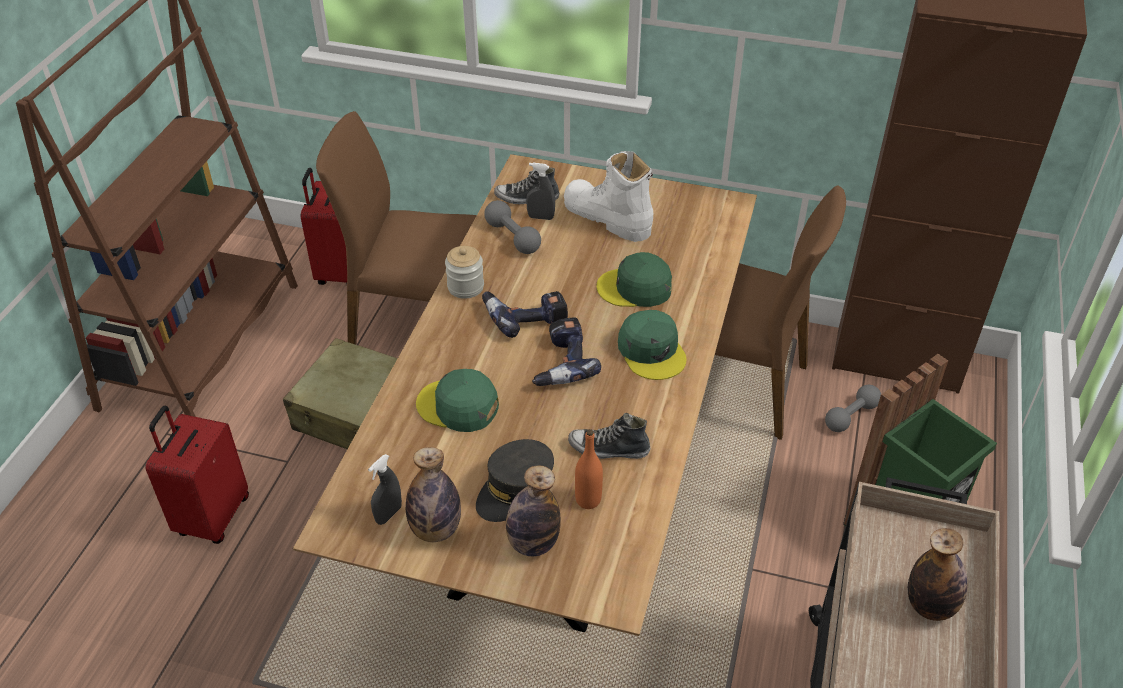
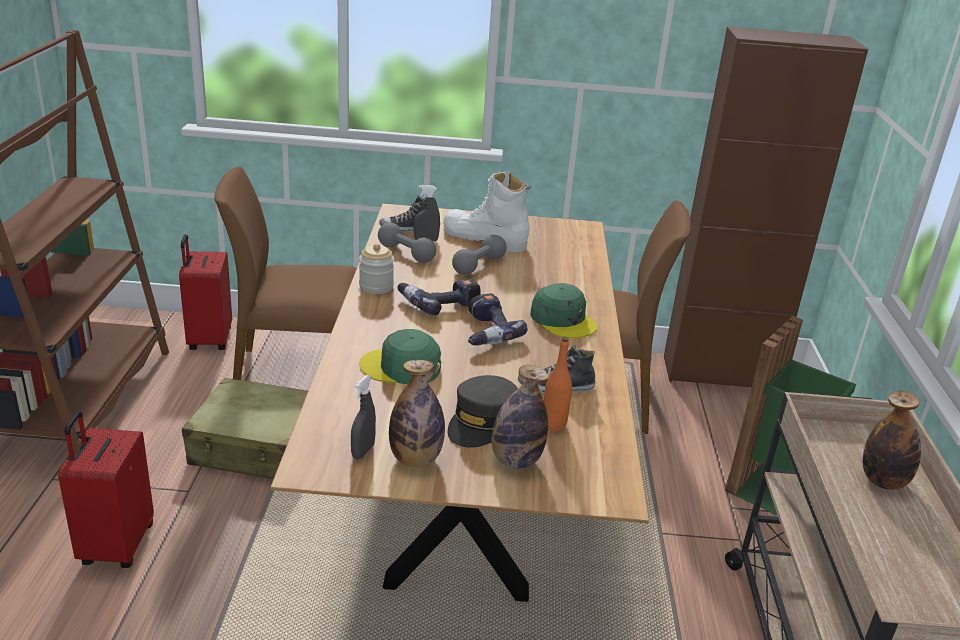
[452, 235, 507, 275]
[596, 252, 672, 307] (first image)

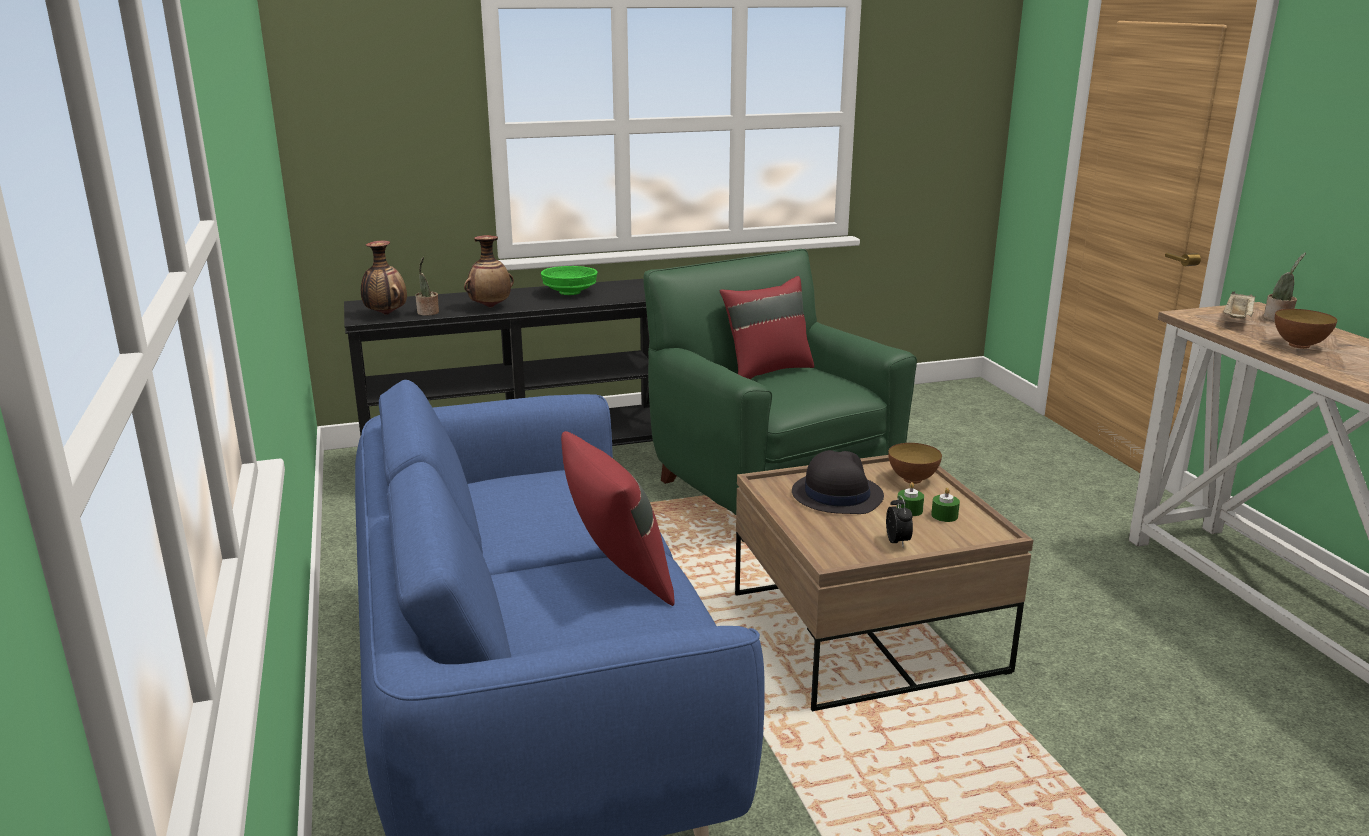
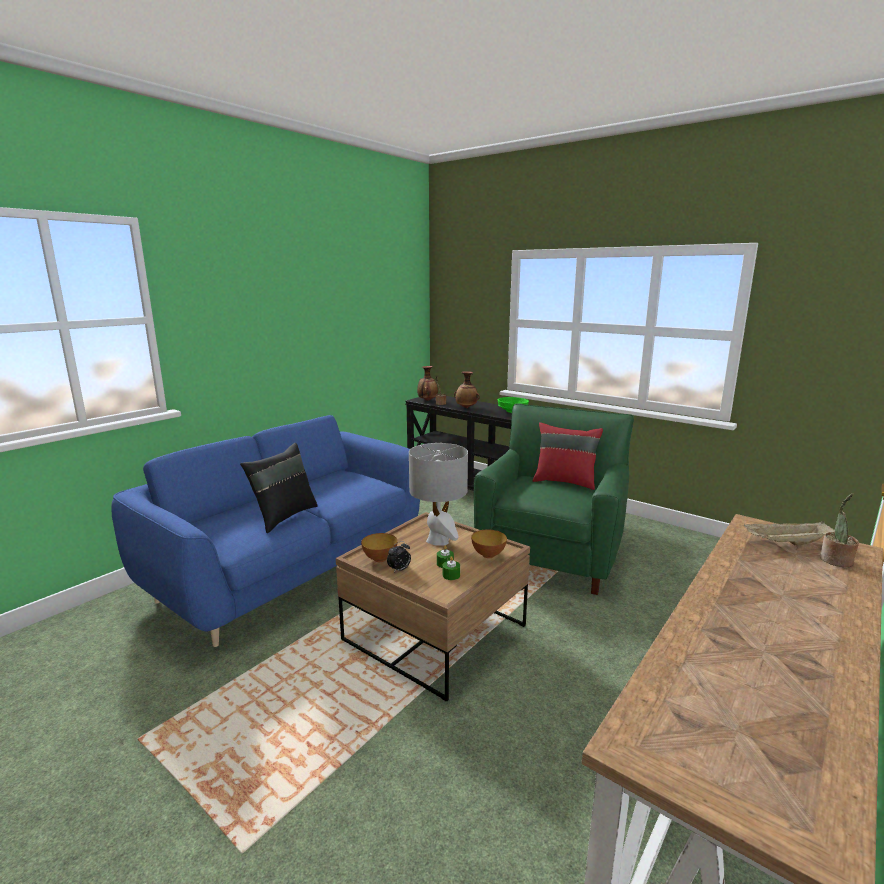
[240, 443, 317, 533]
[361, 533, 398, 562]
[409, 443, 468, 546]

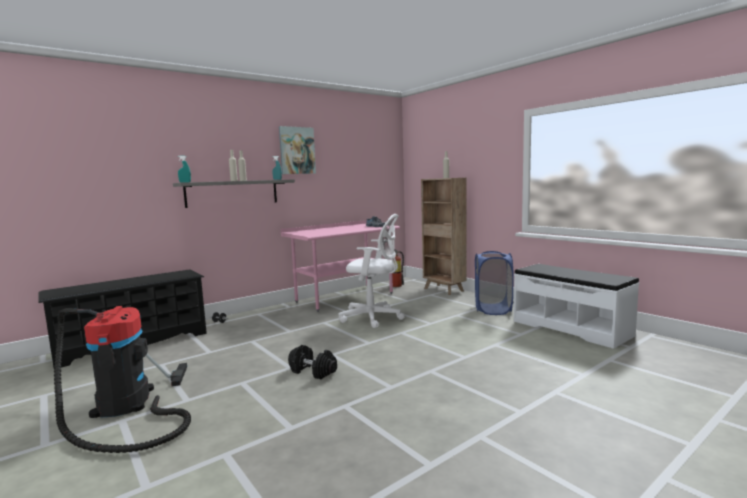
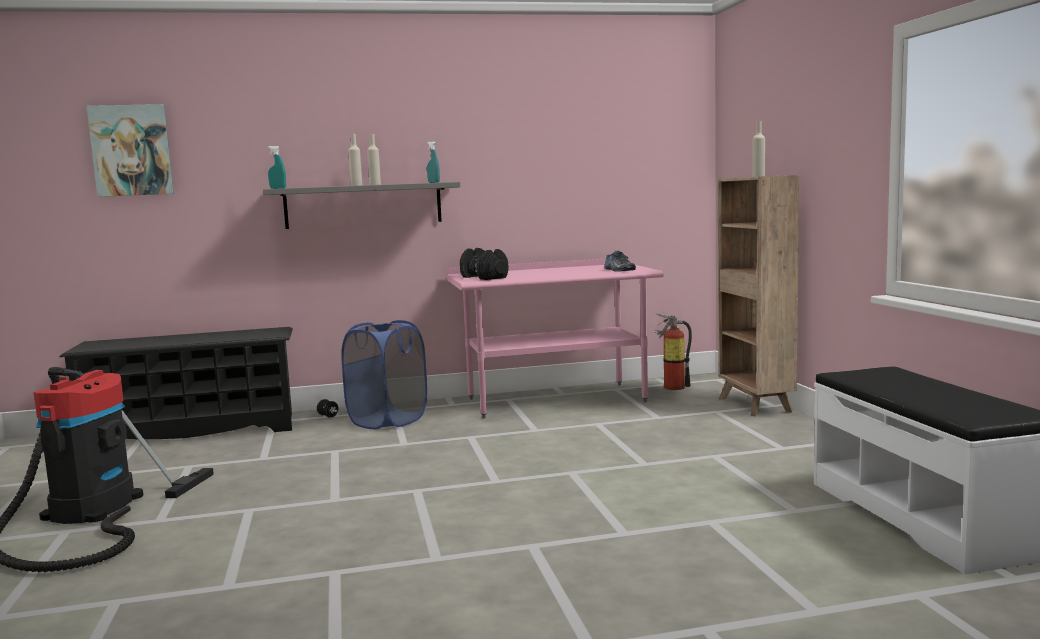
[86, 104, 174, 197]
[341, 320, 427, 429]
[460, 248, 508, 280]
[339, 214, 405, 328] (first image)

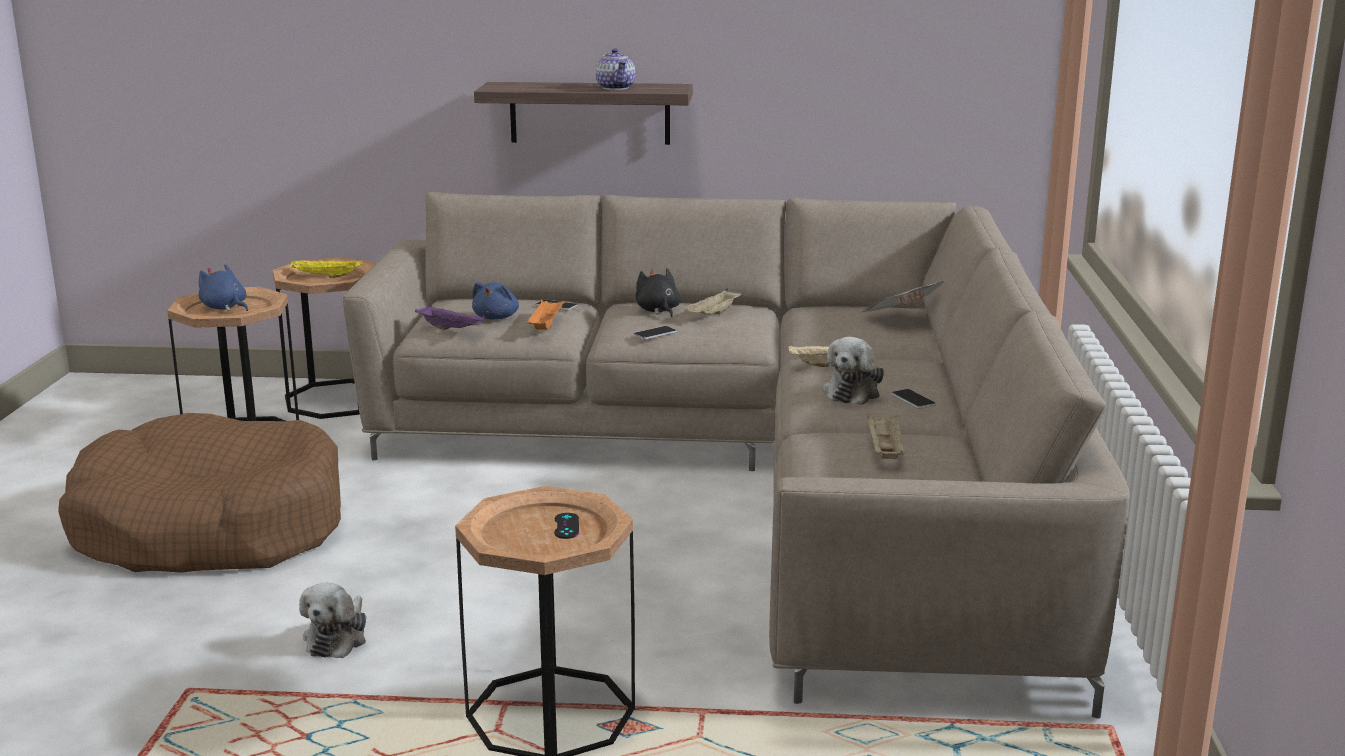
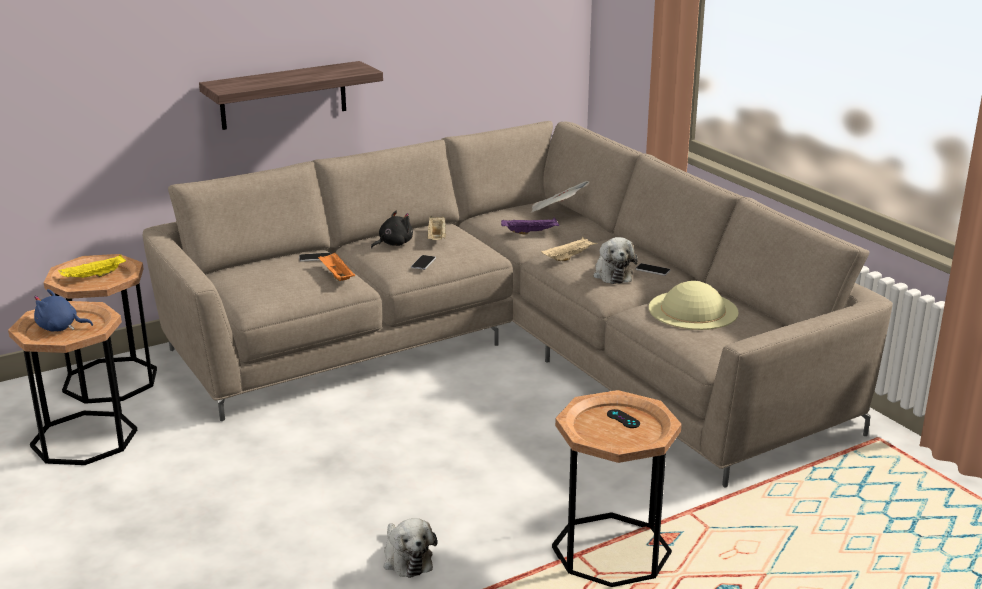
[371, 211, 413, 249]
[501, 218, 560, 235]
[649, 281, 739, 330]
[58, 413, 341, 573] (first image)
[472, 282, 519, 320] (first image)
[595, 48, 635, 90] (first image)

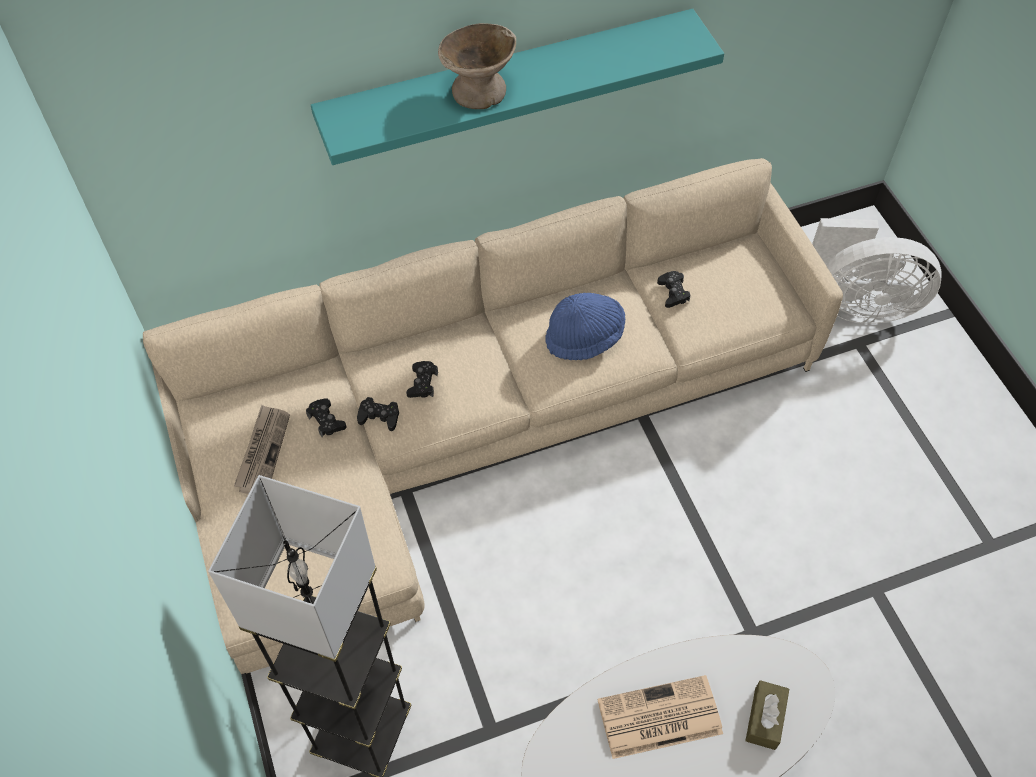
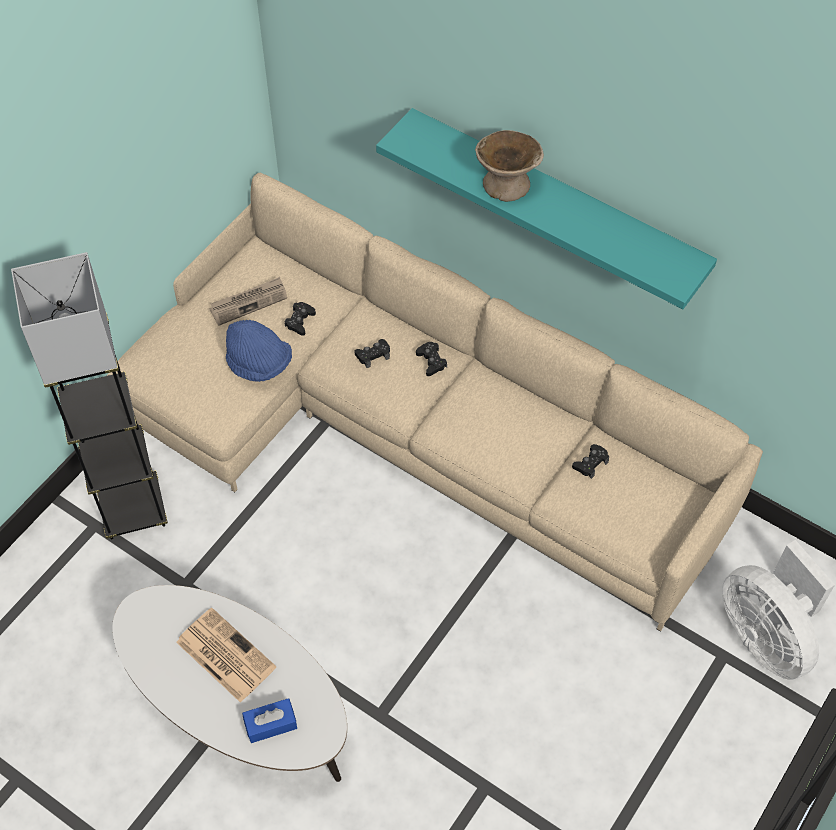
[226, 320, 292, 382]
[242, 698, 297, 743]
[416, 342, 447, 376]

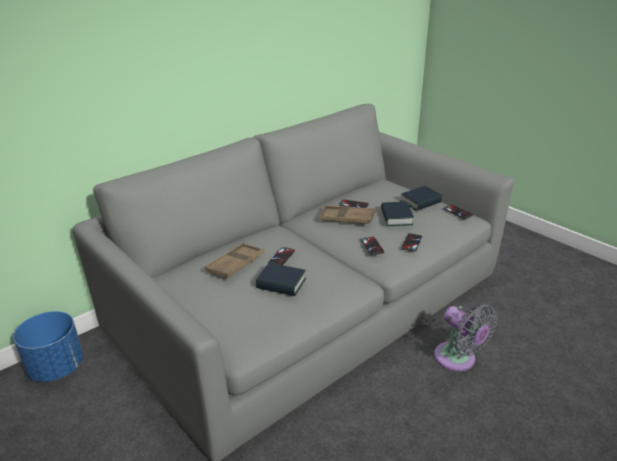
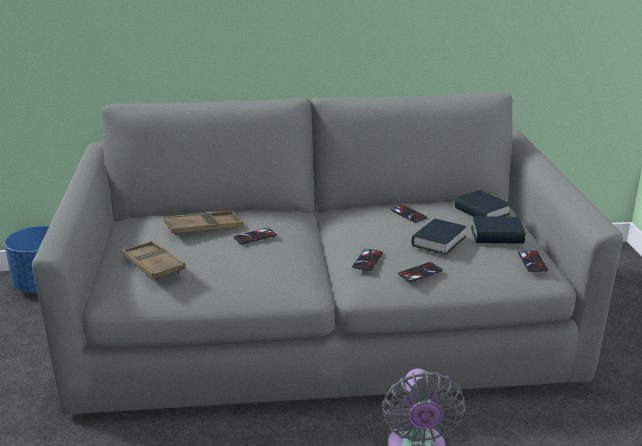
[121, 240, 186, 280]
[454, 190, 511, 217]

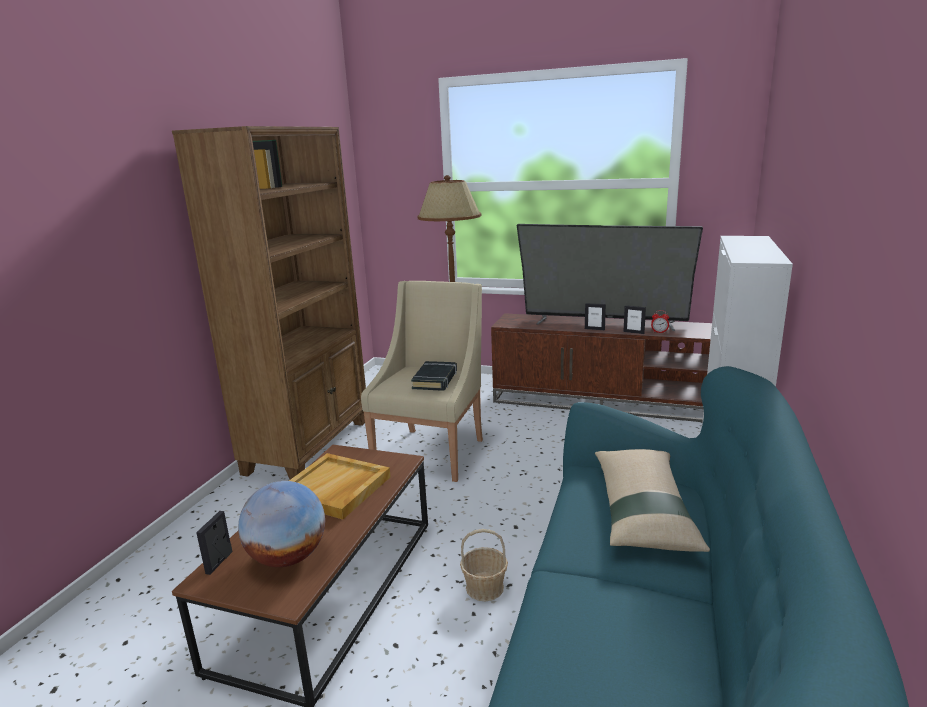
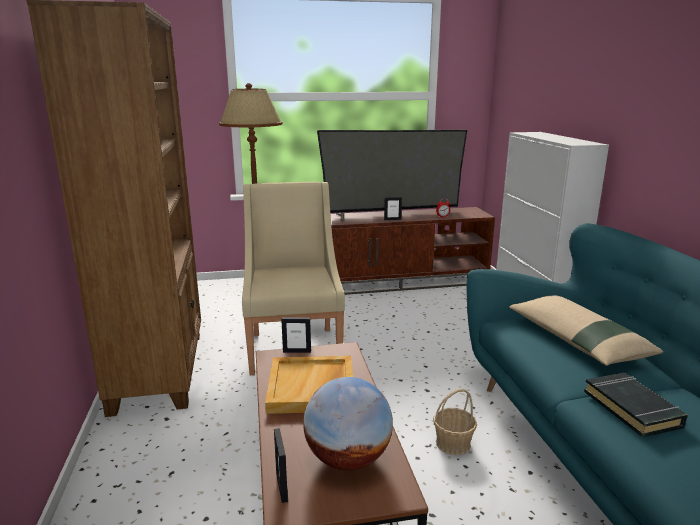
[281, 317, 311, 353]
[584, 373, 688, 437]

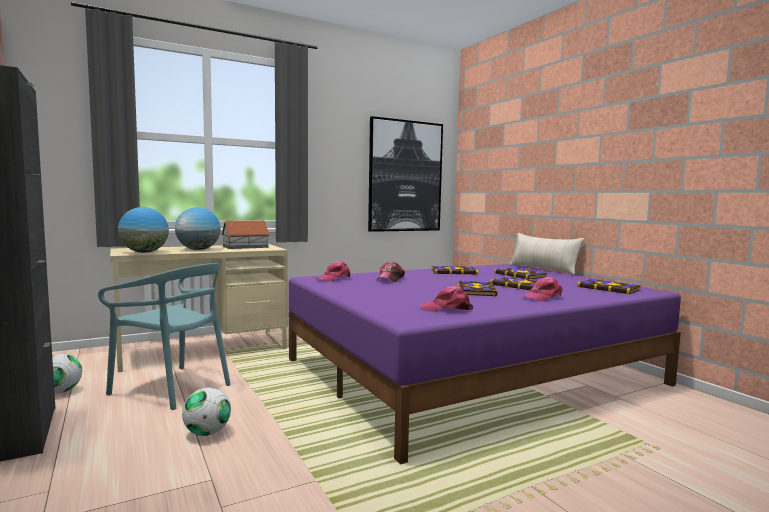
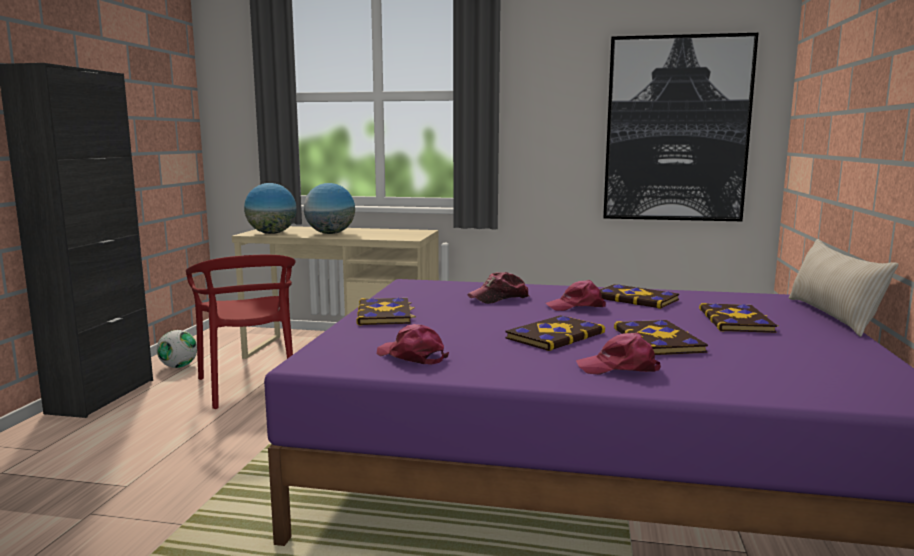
[186, 255, 296, 409]
[357, 298, 416, 325]
[546, 280, 606, 311]
[182, 388, 231, 436] (first image)
[221, 221, 270, 249] (first image)

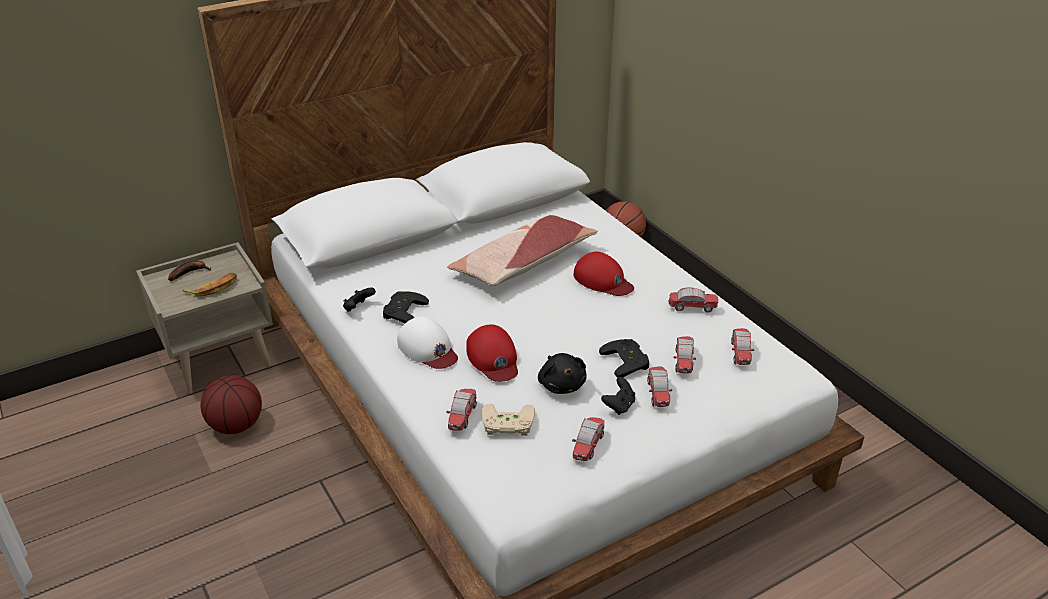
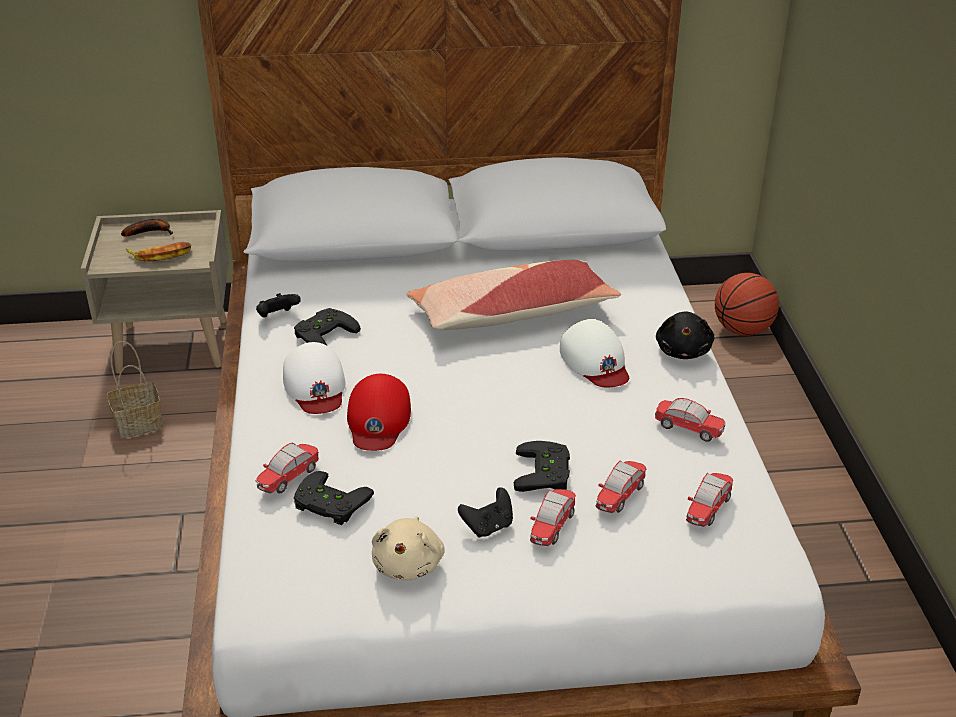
[107, 341, 163, 438]
[294, 471, 374, 525]
[372, 516, 445, 580]
[560, 319, 629, 387]
[656, 311, 714, 359]

